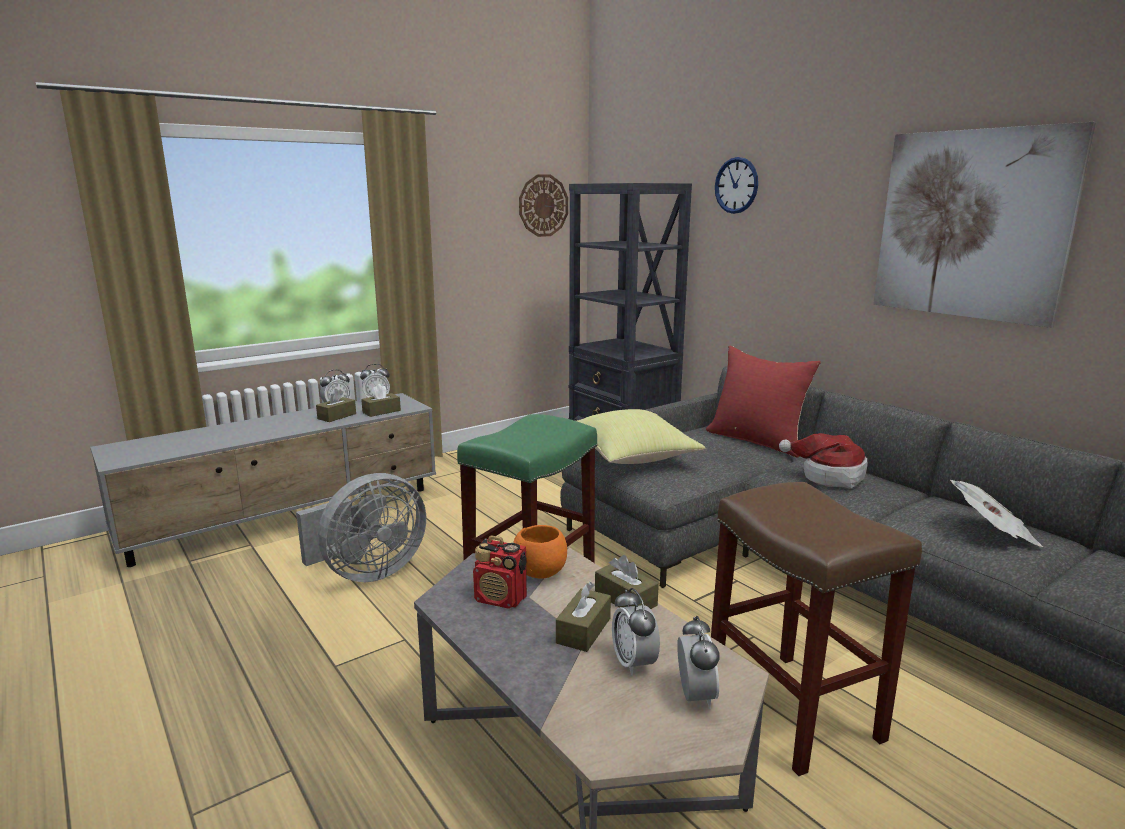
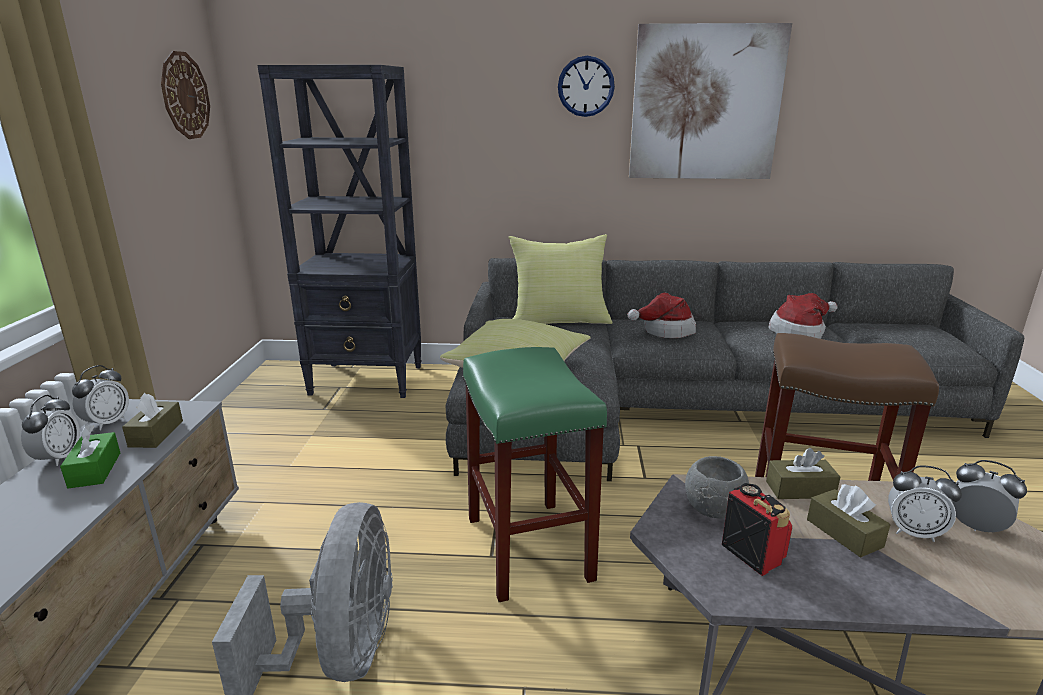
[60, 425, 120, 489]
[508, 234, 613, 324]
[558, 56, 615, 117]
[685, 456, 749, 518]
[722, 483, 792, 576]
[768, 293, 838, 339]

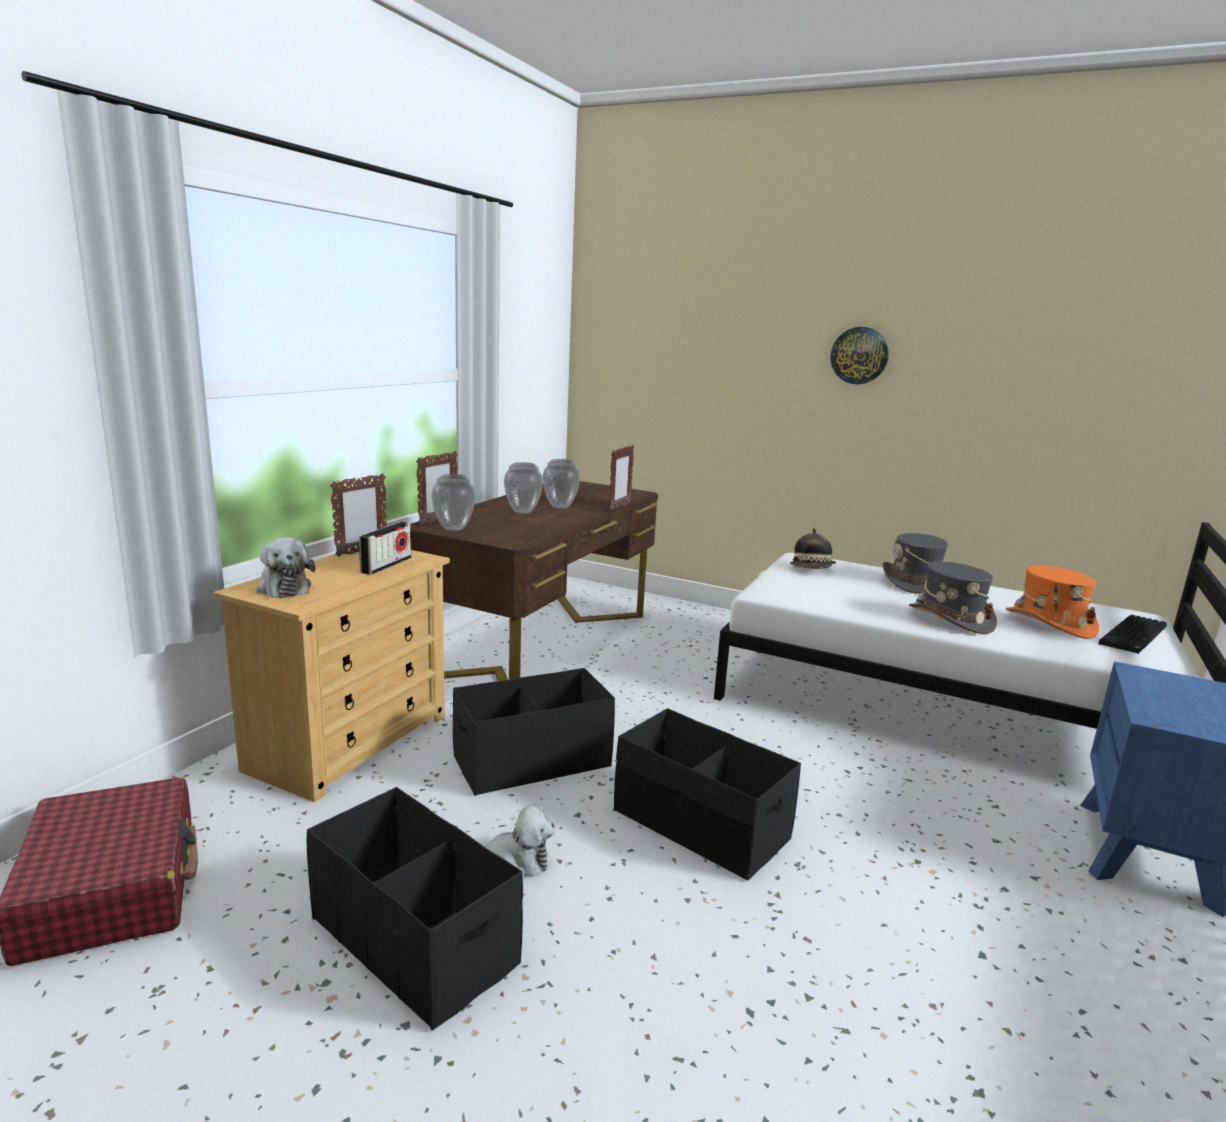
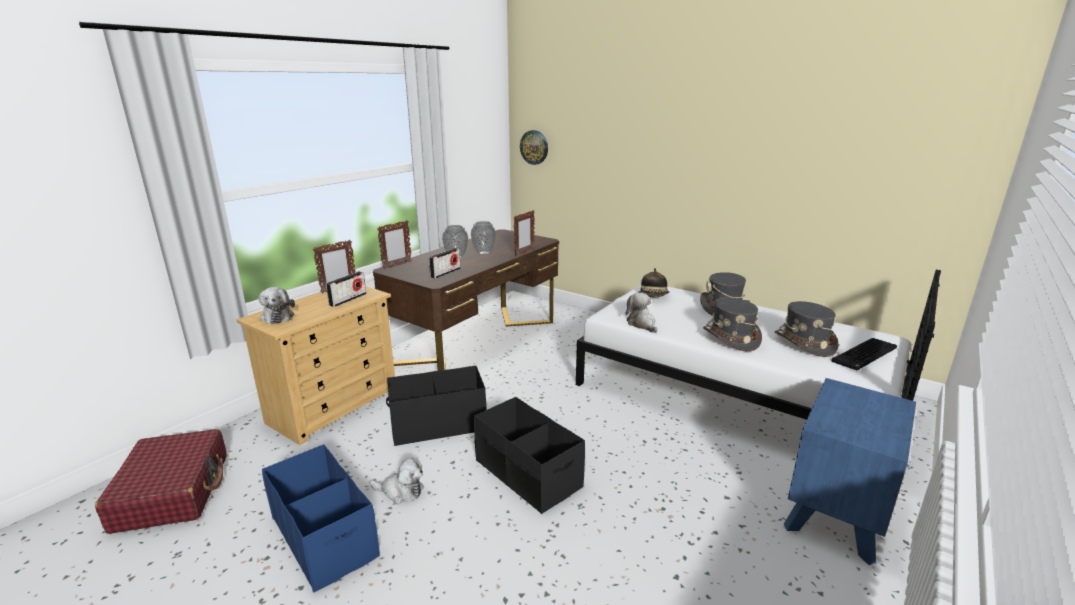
[262, 444, 380, 592]
[429, 248, 461, 279]
[520, 130, 548, 165]
[626, 293, 657, 333]
[775, 301, 839, 357]
[431, 474, 476, 531] (first image)

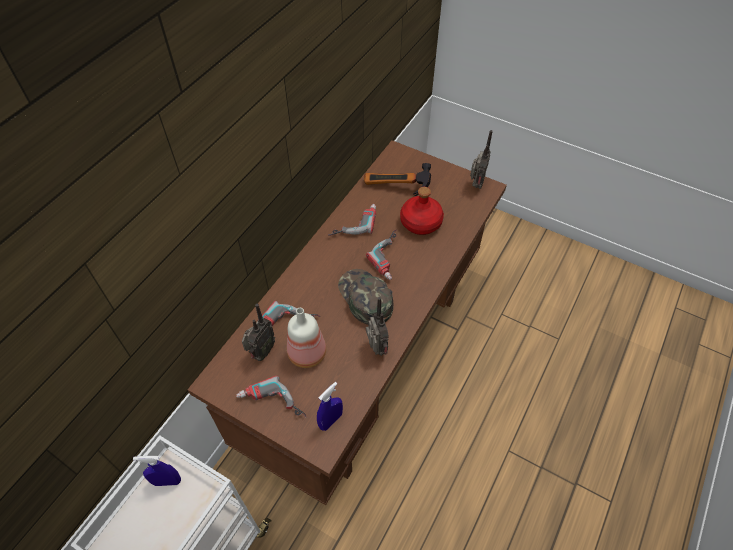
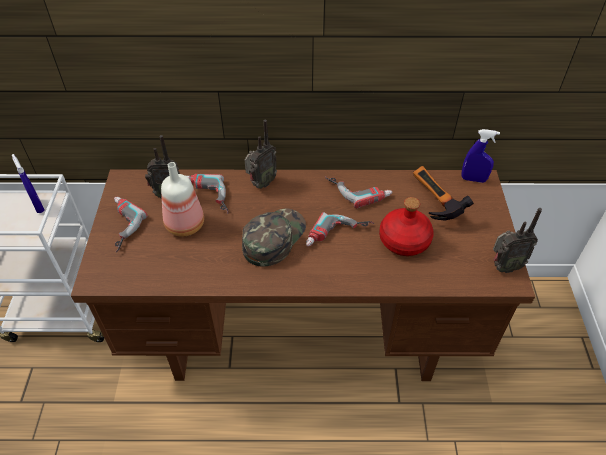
[245, 120, 277, 189]
[461, 129, 500, 183]

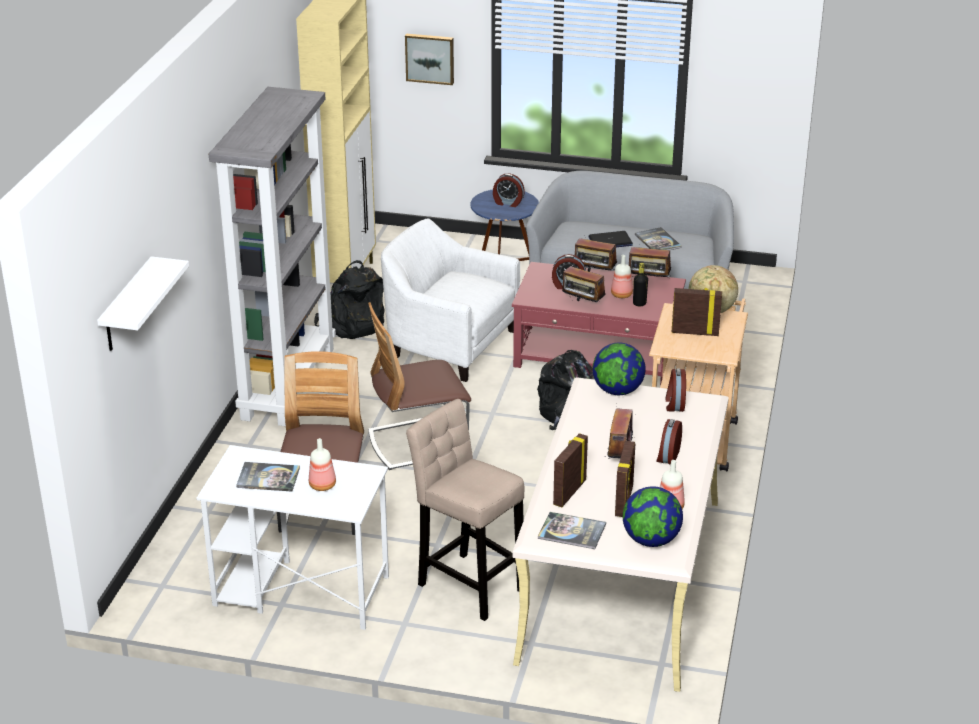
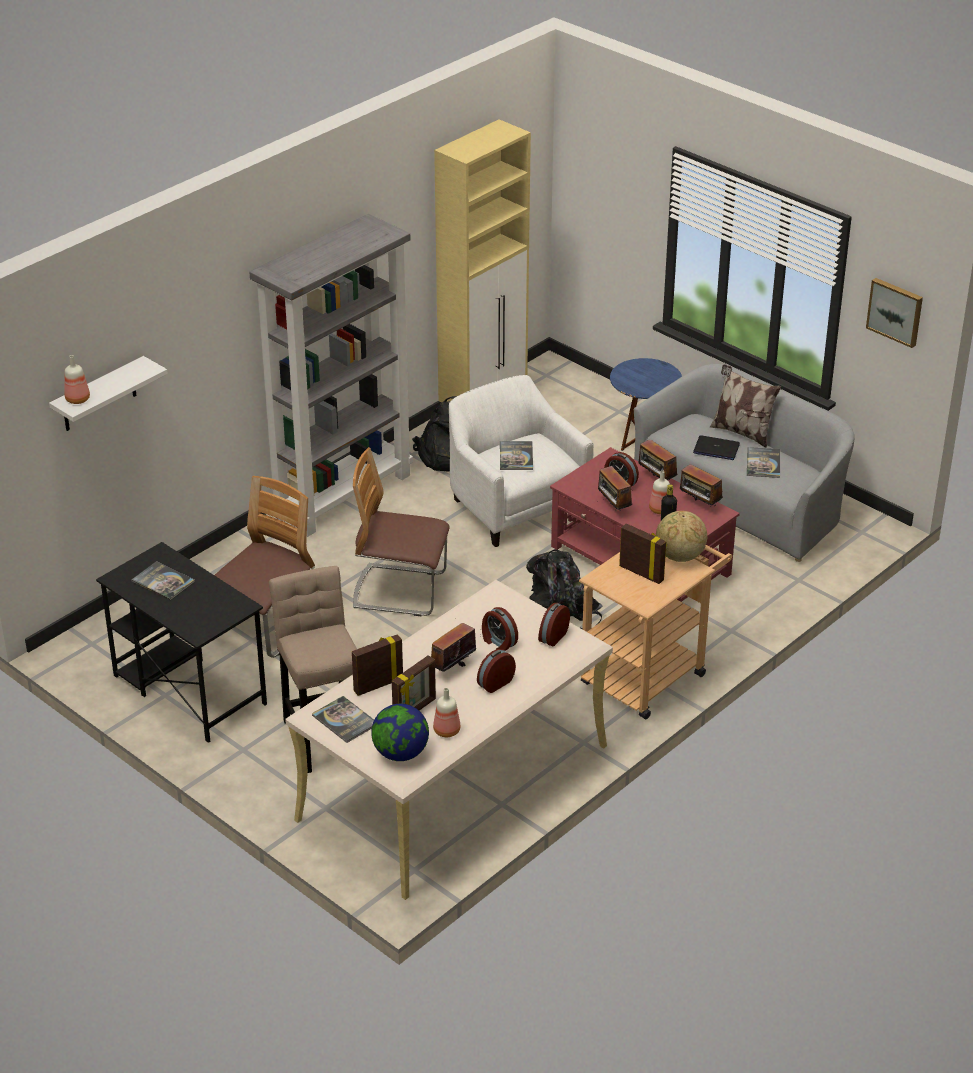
[64, 355, 90, 404]
[96, 542, 267, 743]
[482, 607, 518, 651]
[500, 441, 533, 470]
[710, 364, 781, 448]
[866, 278, 923, 348]
[592, 343, 646, 395] (first image)

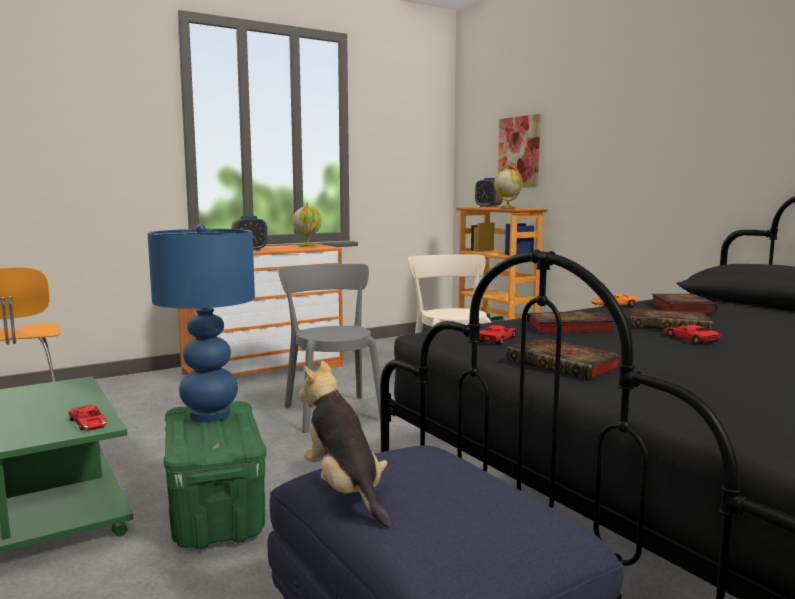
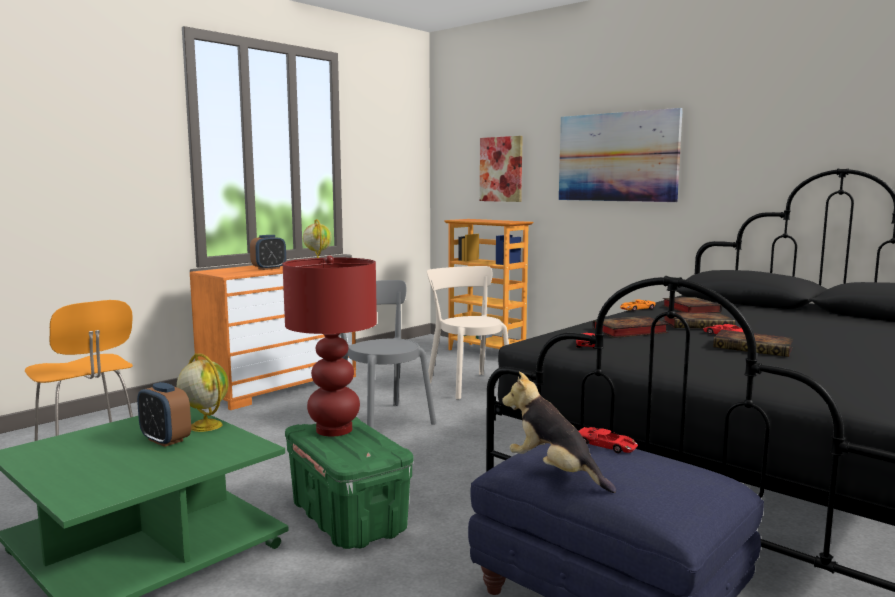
[137, 382, 191, 447]
[177, 353, 229, 432]
[283, 256, 377, 436]
[559, 108, 683, 202]
[579, 427, 638, 453]
[713, 330, 793, 357]

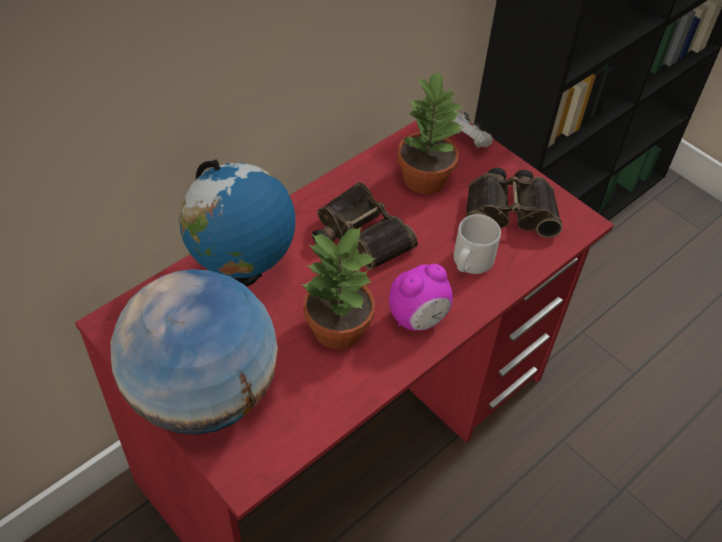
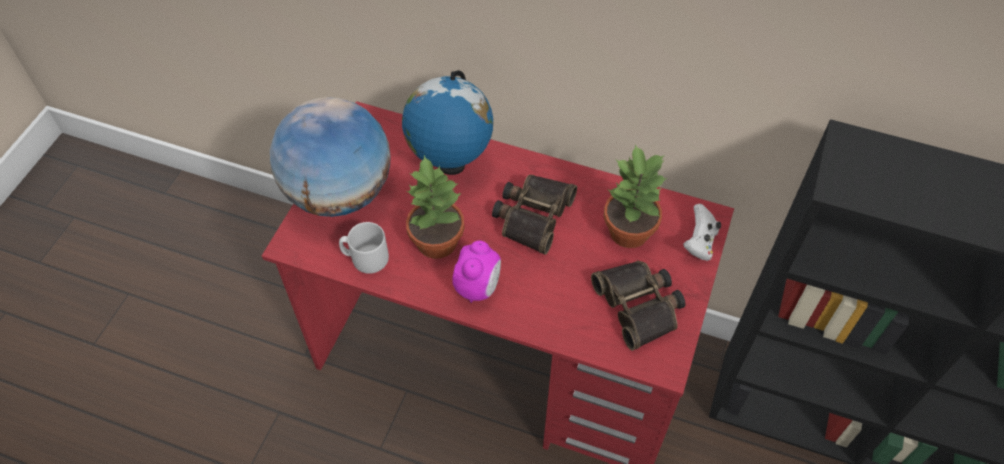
[339, 222, 389, 274]
[452, 240, 501, 303]

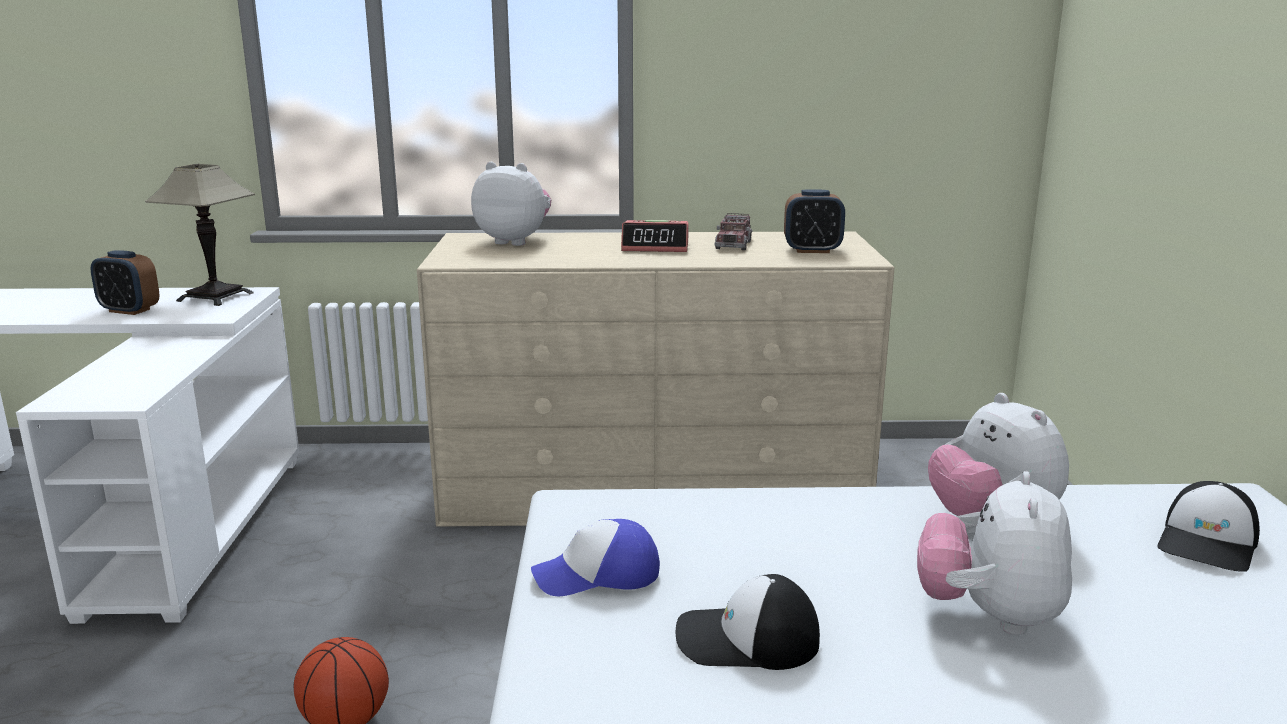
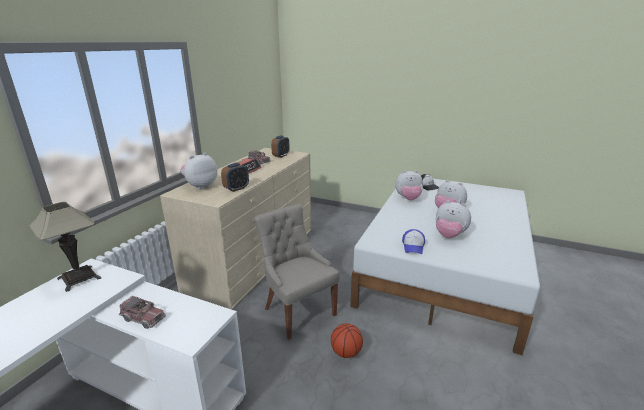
[119, 296, 166, 329]
[221, 163, 249, 192]
[254, 204, 340, 339]
[435, 200, 471, 238]

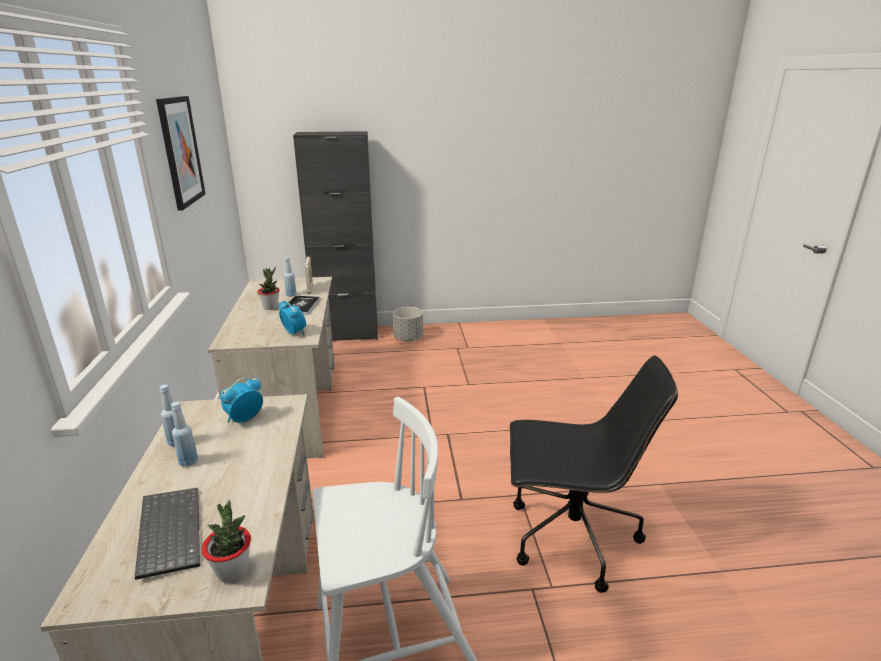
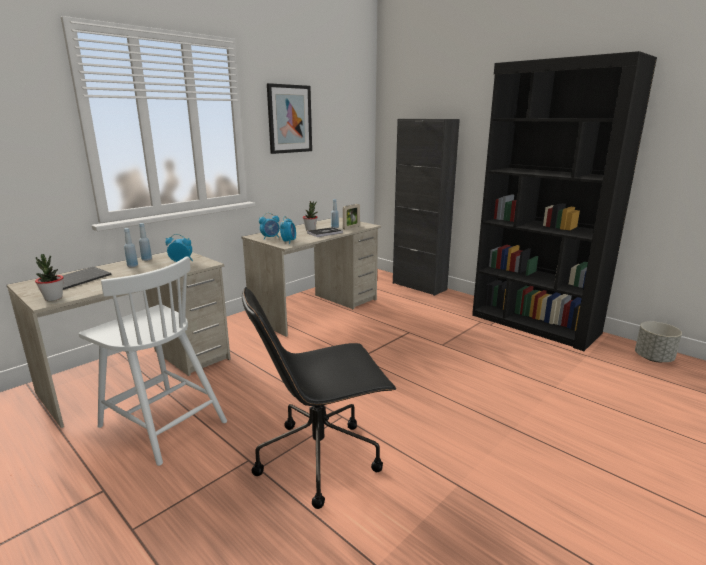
[242, 287, 396, 509]
[259, 213, 280, 239]
[472, 51, 657, 351]
[635, 321, 682, 362]

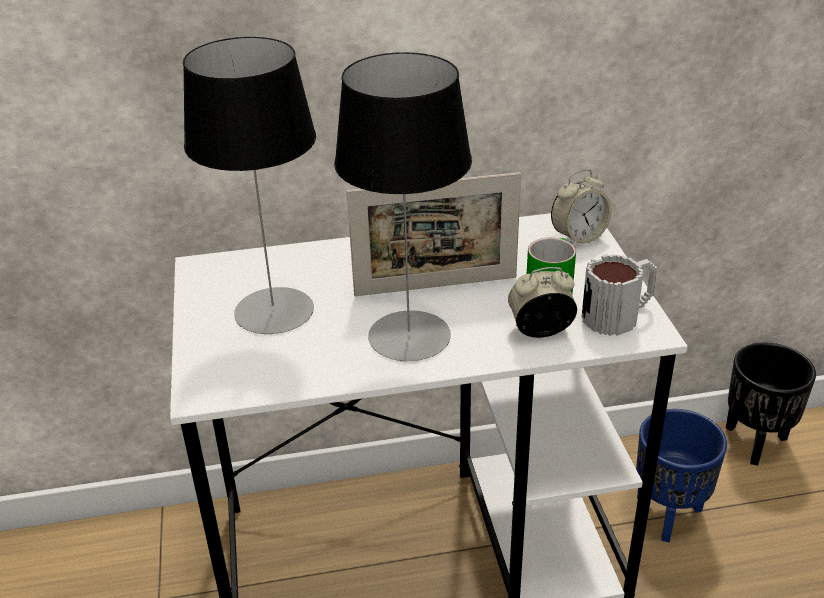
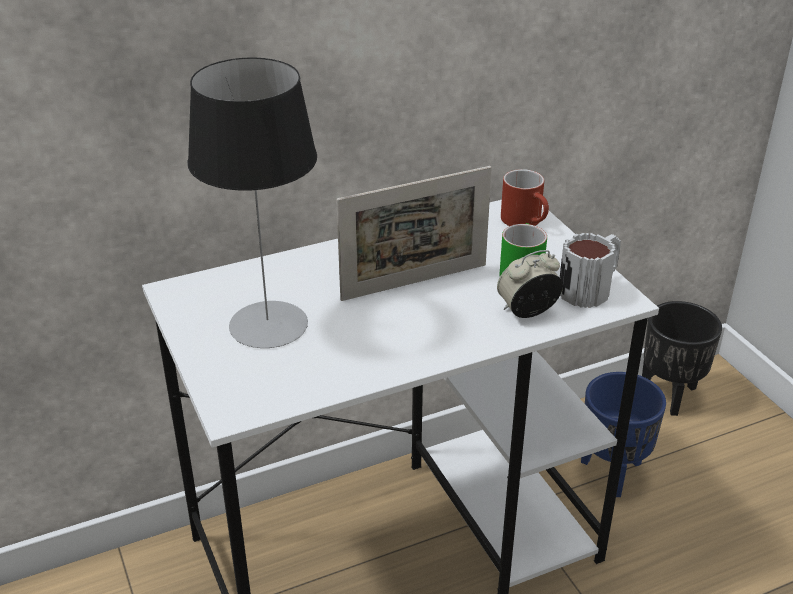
[501, 169, 549, 226]
[334, 52, 472, 362] (first image)

